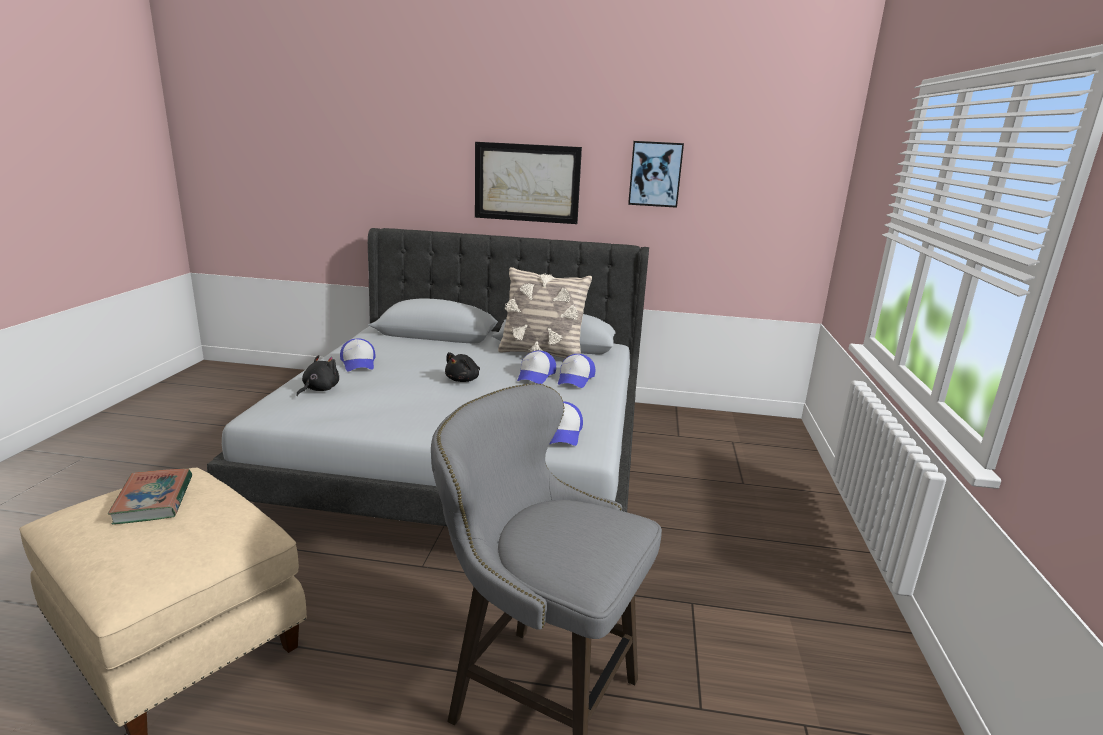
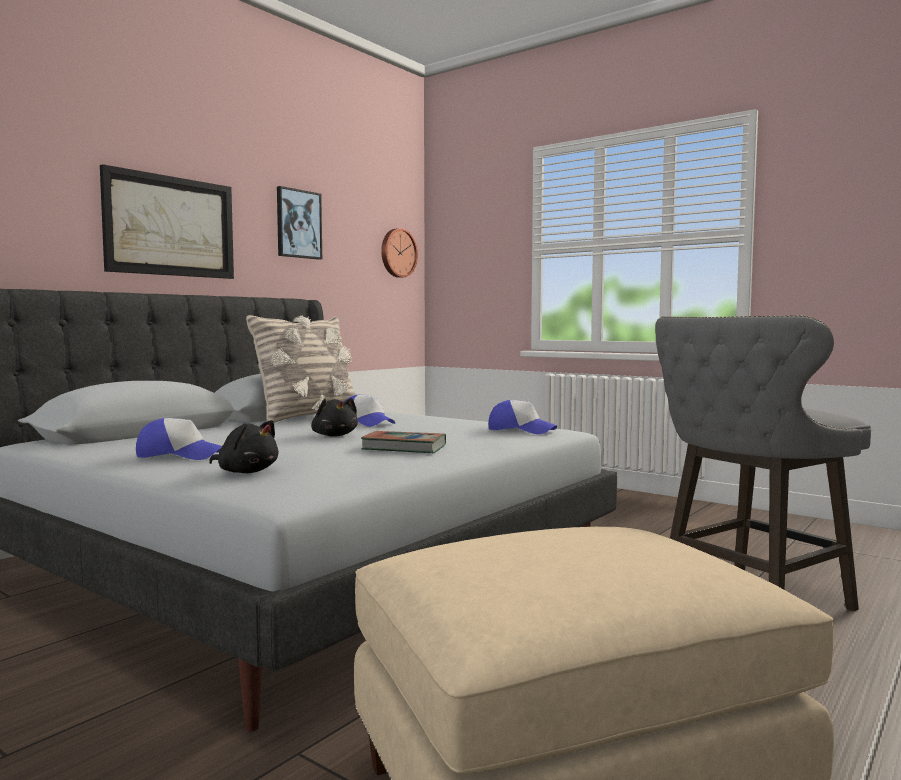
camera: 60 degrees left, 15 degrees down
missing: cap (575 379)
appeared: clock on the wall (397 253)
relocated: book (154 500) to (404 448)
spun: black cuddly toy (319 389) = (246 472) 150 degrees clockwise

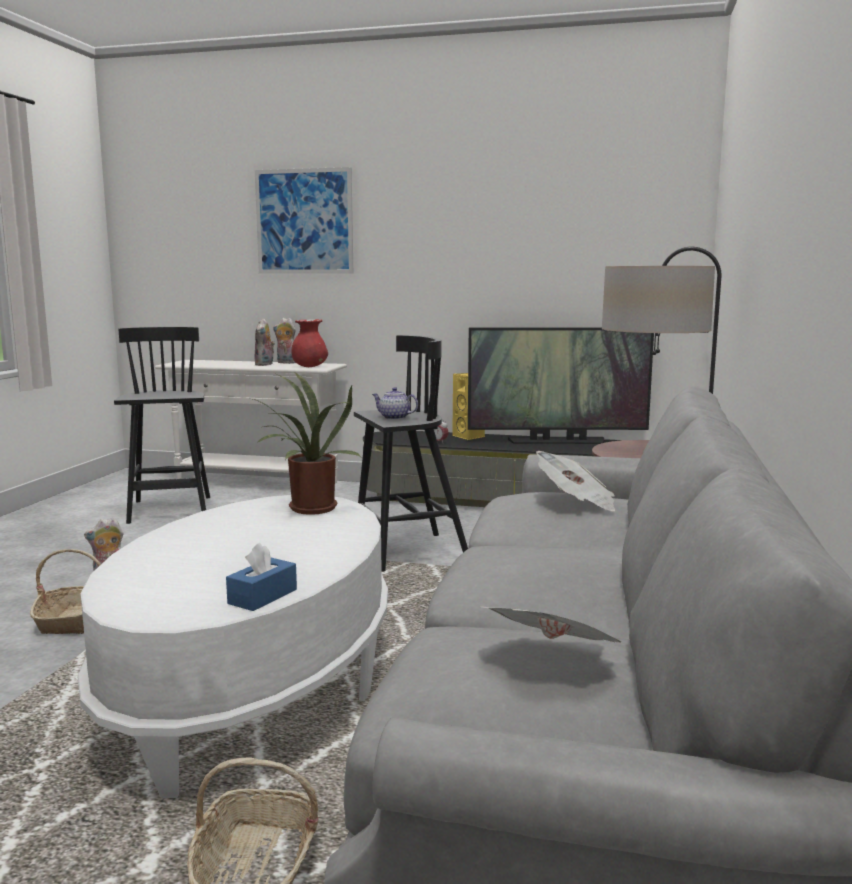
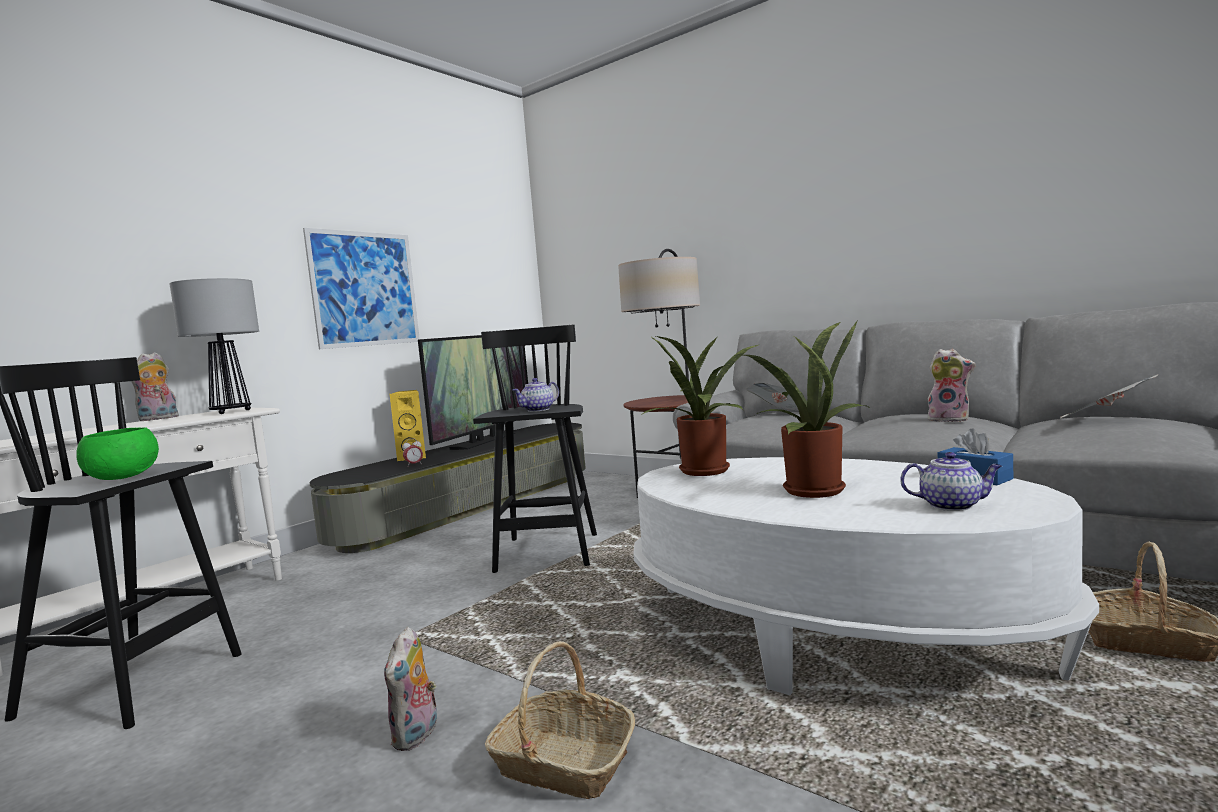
camera: 65 degrees left, 5 degrees down
appeared: green-coloured bowl (121 477); plant in a pot (809 489); teapot (952 505)
relocated: wall picture (304 221) to (365 289); cuddly toy (265 364) to (949 419)
exchanged: red-coloured vase (309 367) to tabletop lamp (231 412)

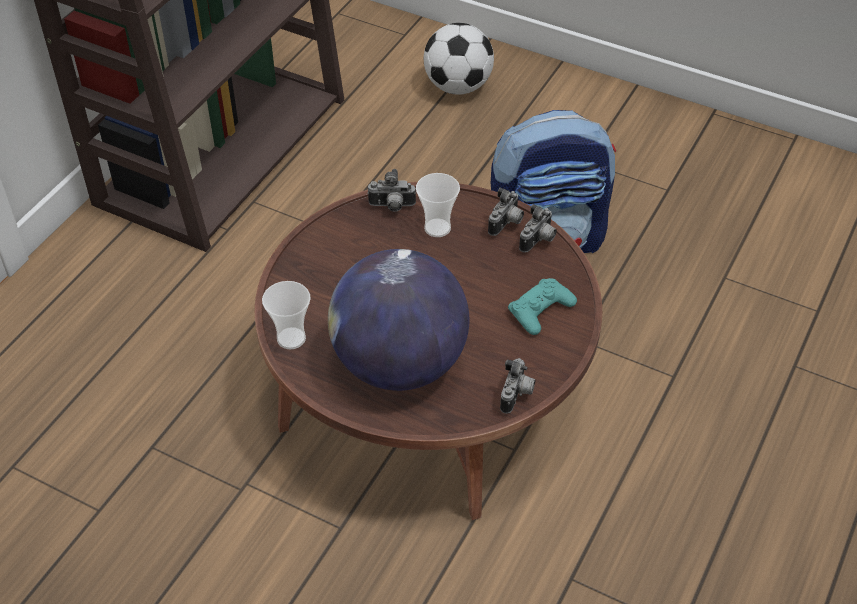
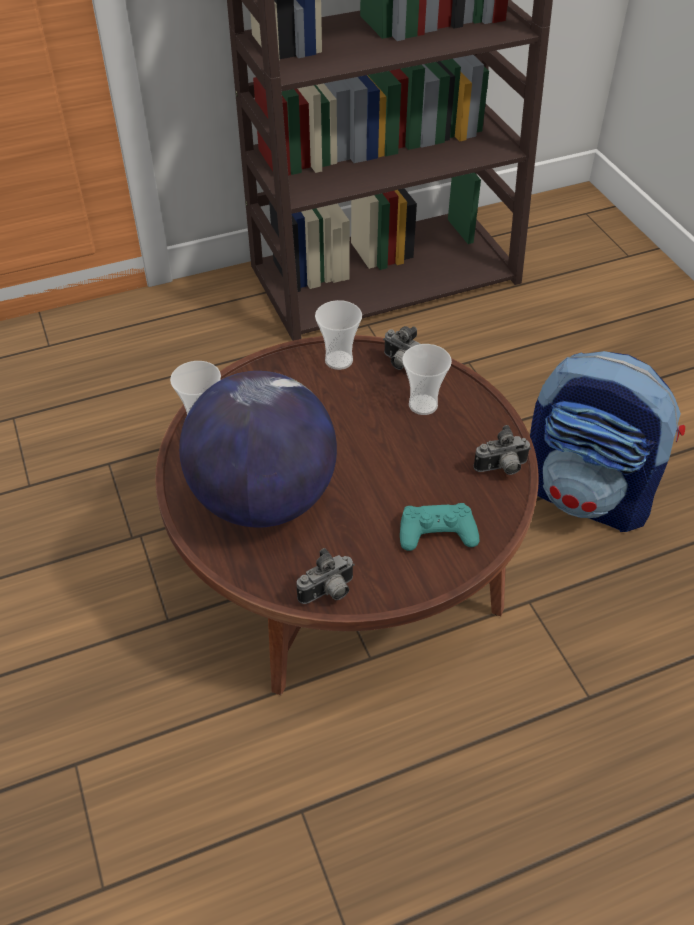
camera: 40 degrees right, 0 degrees up
missing: football (458 86); still camera (507 224)
appeared: drinking cup (339 360)

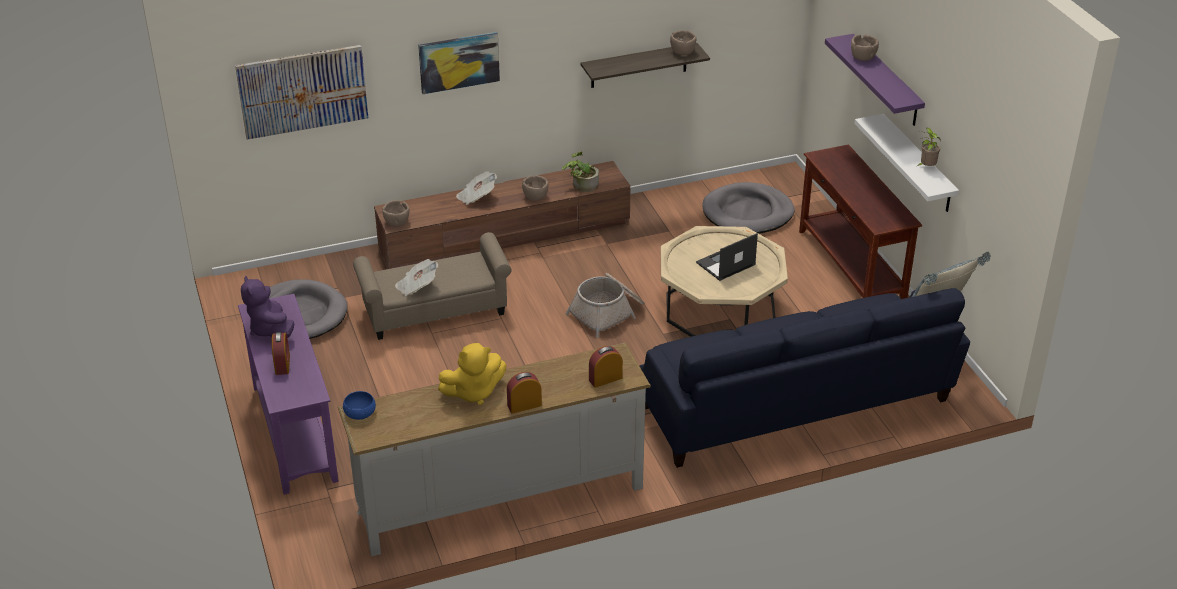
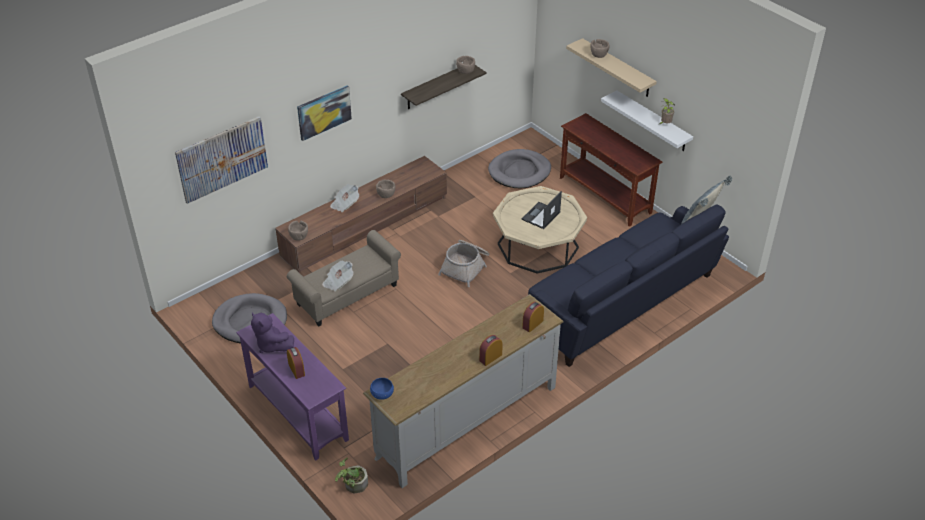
camera: 20 degrees left, 5 degrees up
missing: yellowish cuddly toy (473 392)
relocated: plant in a pot (582 185) to (353 484)
colour: purple bracket shelf (886 81) to beige-coloured bracket shelf (617 68)

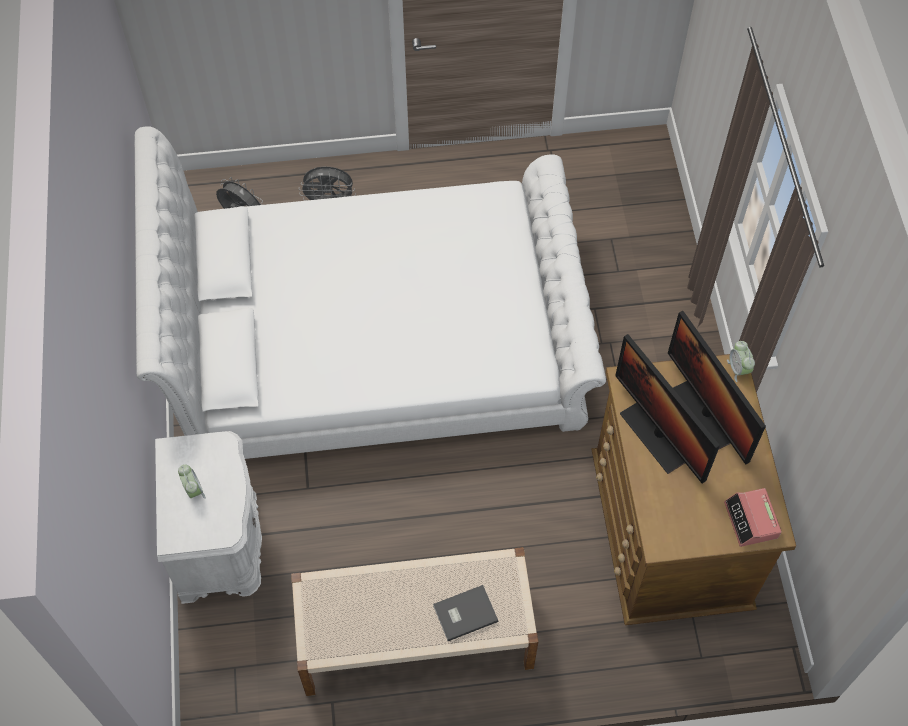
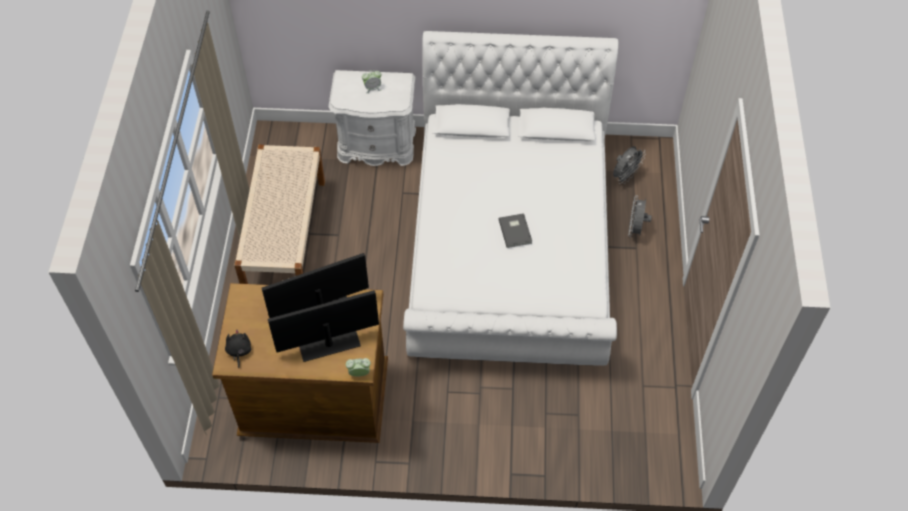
camera: 100 degrees right, 5 degrees down
relocated: gray book (464 613) to (516 230)
exchanged: alarm clock (751 520) to black cuddly toy (239 351)

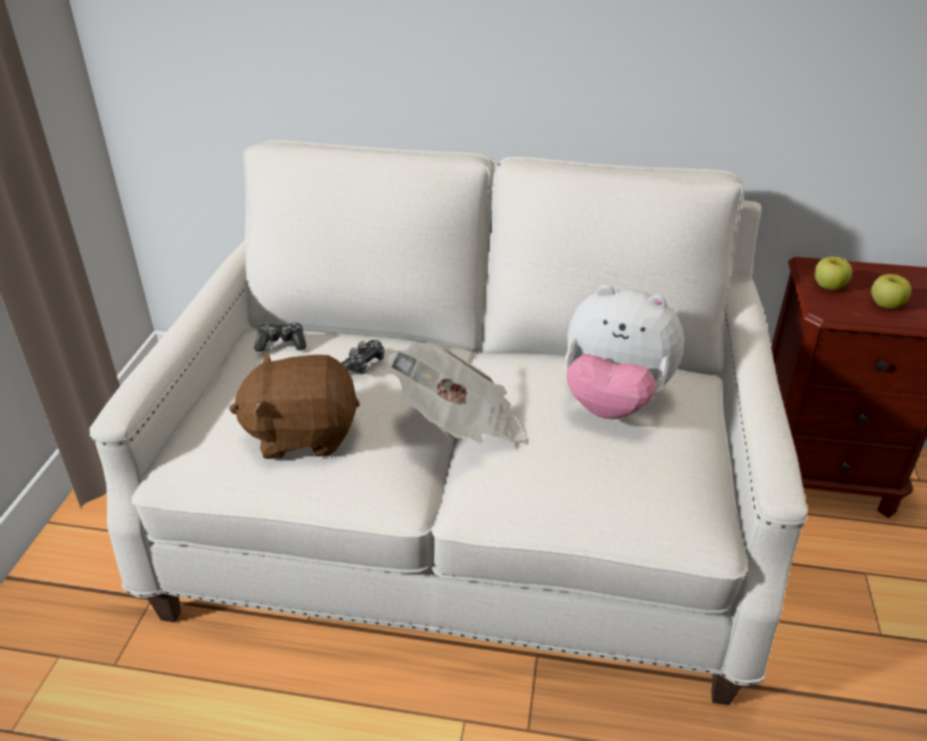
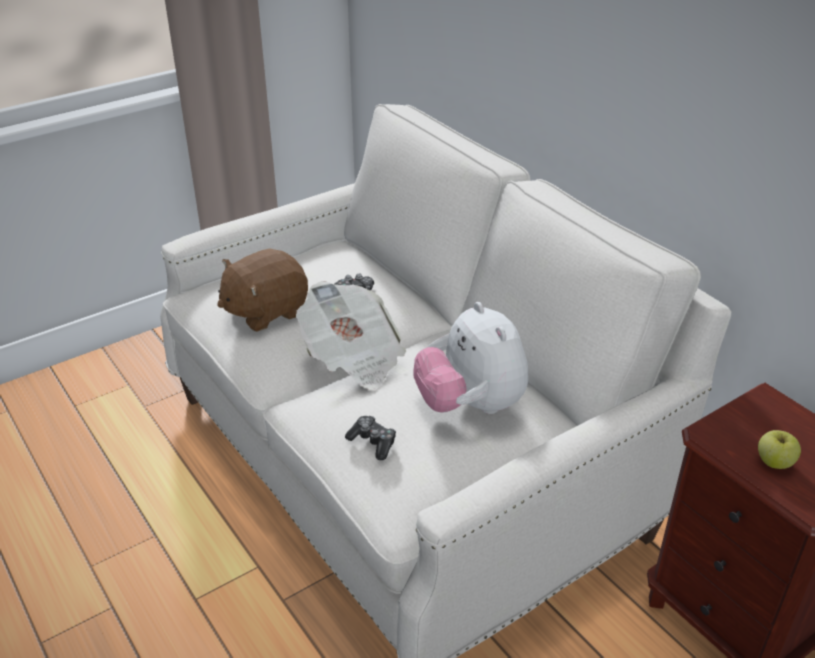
camera: 45 degrees right, 0 degrees up
missing: apple fruit (828 286)
relocated: joypad (281 343) to (373 442)
spun: brown-coloured cuddly toy (302 433) = (265 311) 75 degrees counterclockwise

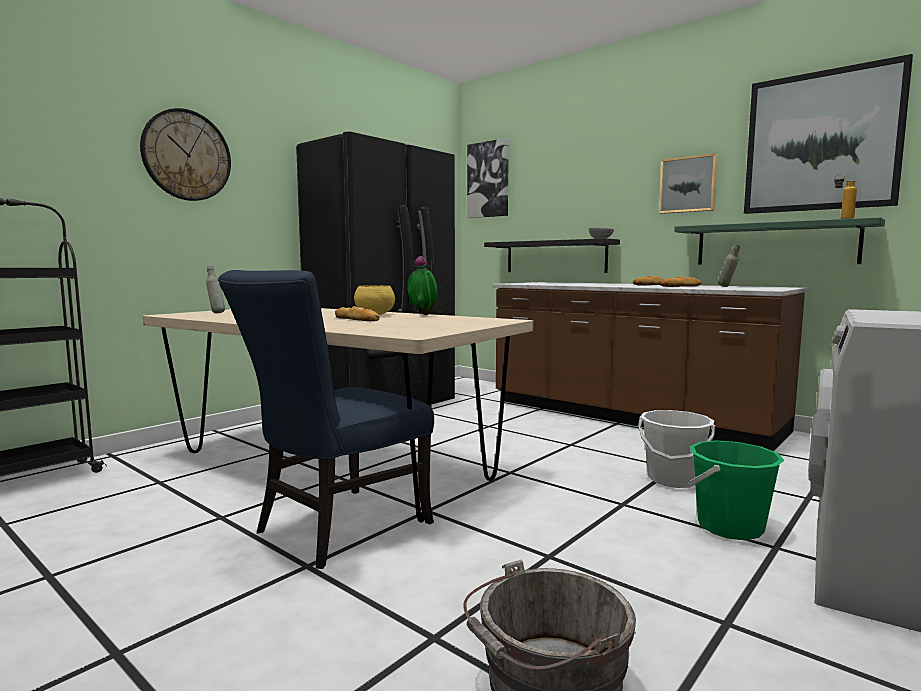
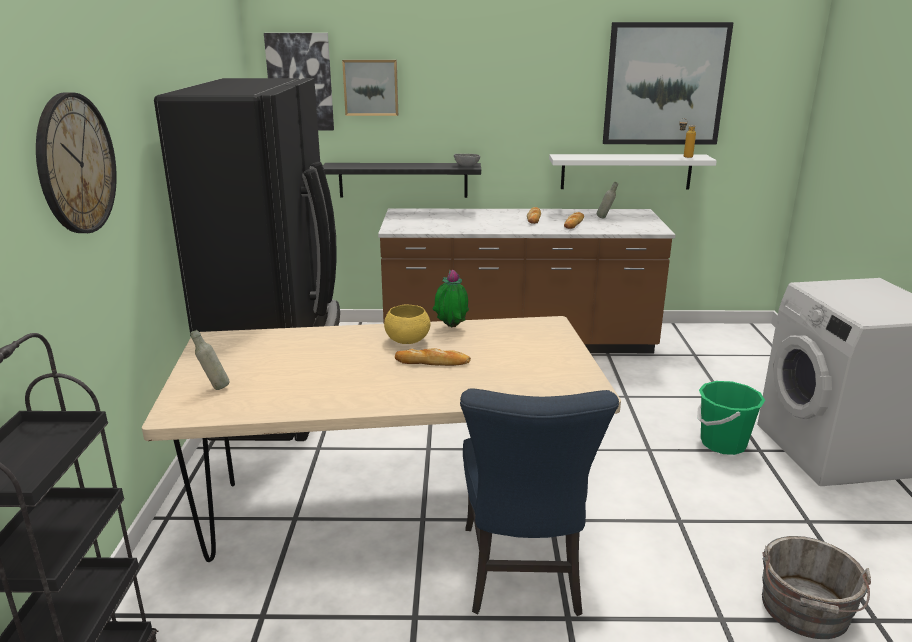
camera: 40 degrees left, 15 degrees up
missing: whitish bucket (673 479)
relocated: wall picture (688 184) to (371 87)
colour: green-coloured bracket shelf (774 244) to whitish bracket shelf (626 171)

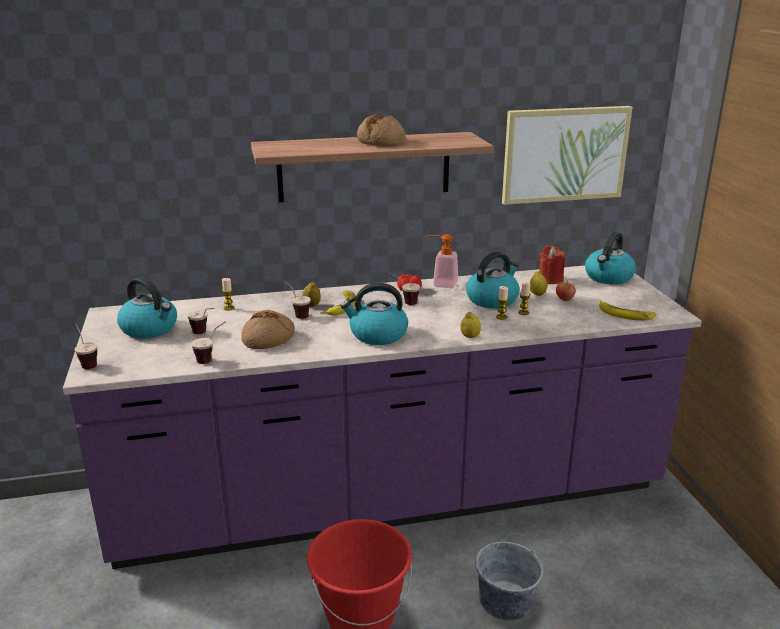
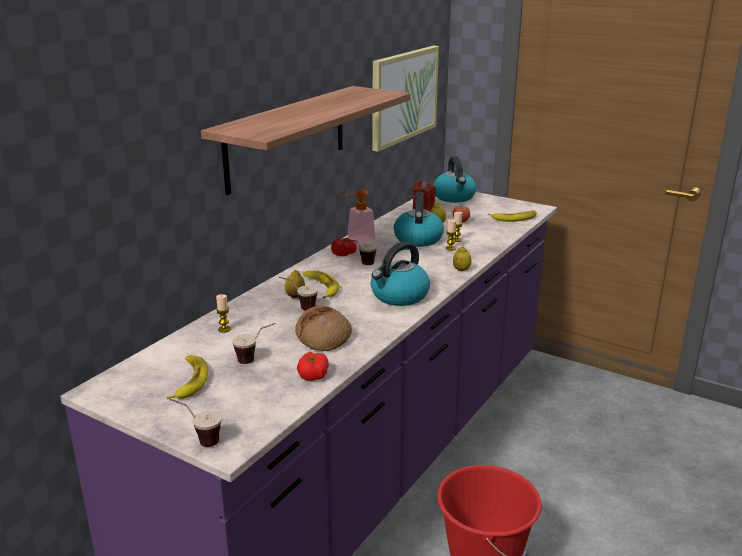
camera: 45 degrees left, 0 degrees up
missing: bakery bread (381 141); gray bucket (505 601)
exchanged: kettle (150 329) to banana fruit (189 381); drinking cup (212 358) to tomato (313 374)

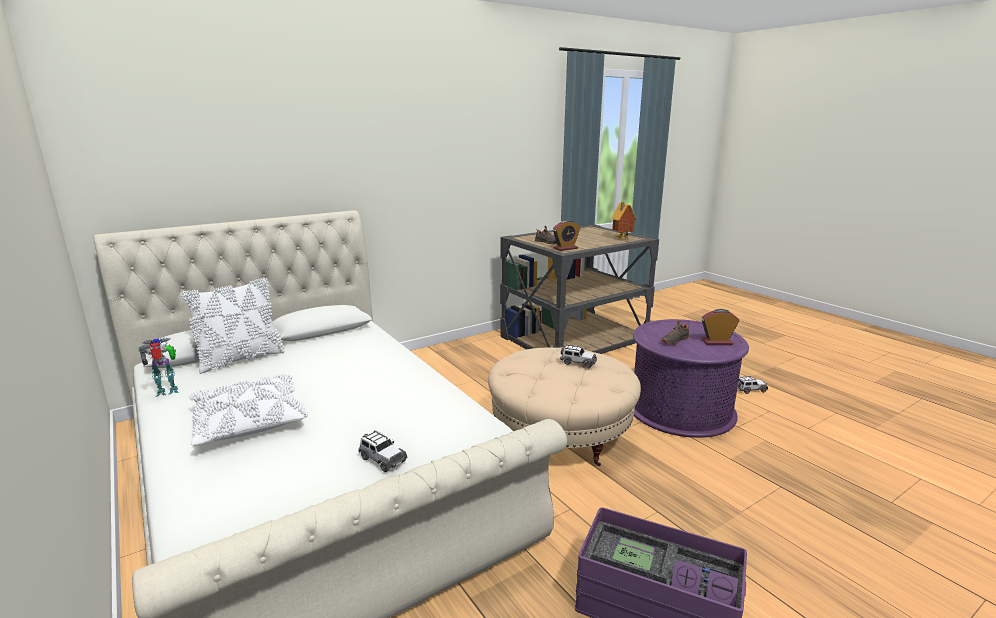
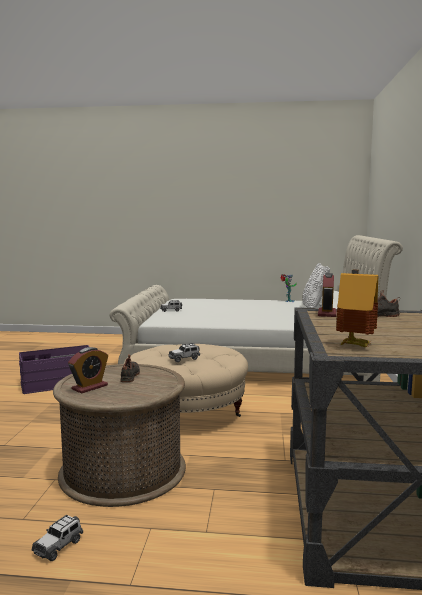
camera: 130 degrees right, 10 degrees down
missing: whitish throw pillow (249 420)
colour: purple coffee table (680 409) to brown-coloured coffee table (123 470)

